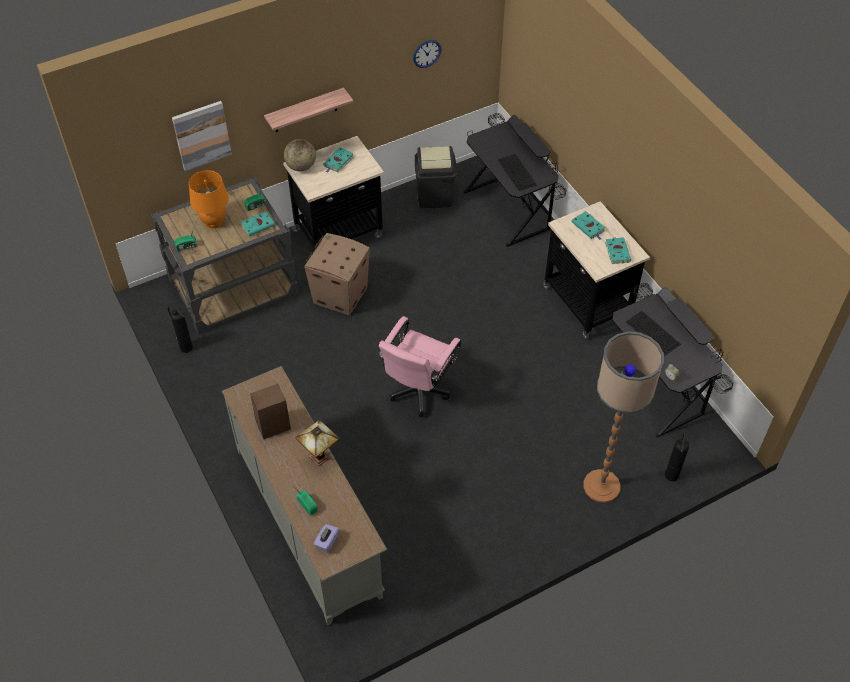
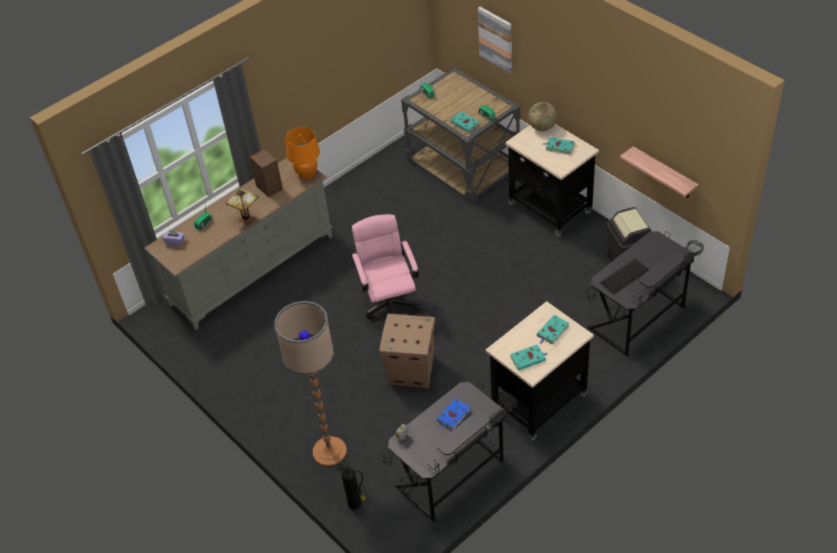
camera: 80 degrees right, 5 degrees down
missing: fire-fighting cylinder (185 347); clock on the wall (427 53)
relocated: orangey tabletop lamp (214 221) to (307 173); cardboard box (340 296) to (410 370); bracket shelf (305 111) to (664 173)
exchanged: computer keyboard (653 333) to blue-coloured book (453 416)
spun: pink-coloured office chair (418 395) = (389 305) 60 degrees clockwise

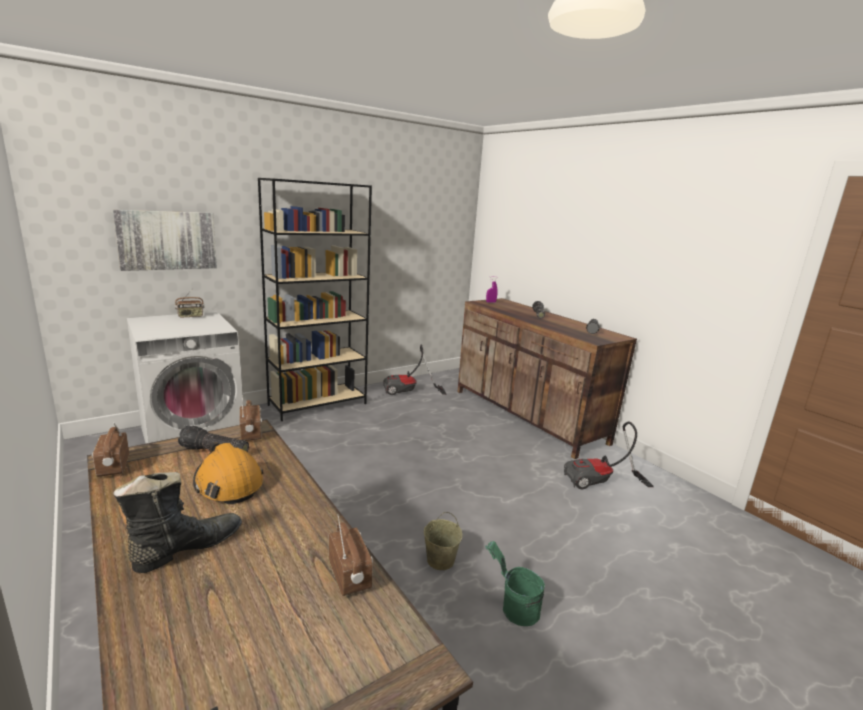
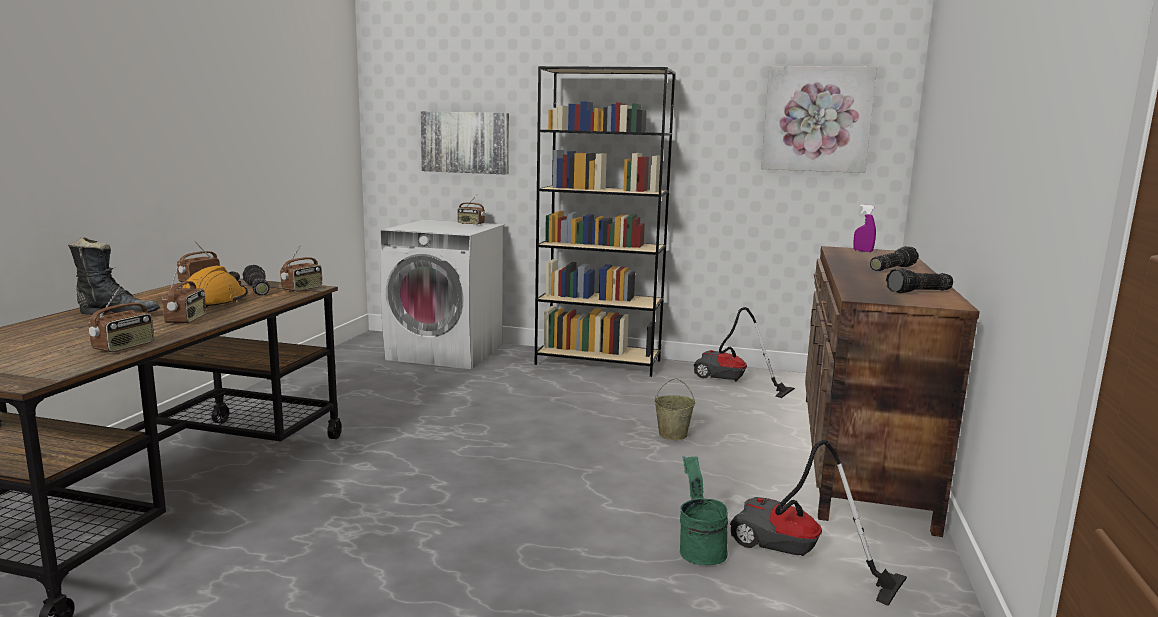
camera: 50 degrees right, 5 degrees down
appeared: radio receiver (187 320); wall picture (816 119)
relocated: beige-coloured bucket (440 560) to (673 434); green-coloured bucket (514 608) to (699 549)

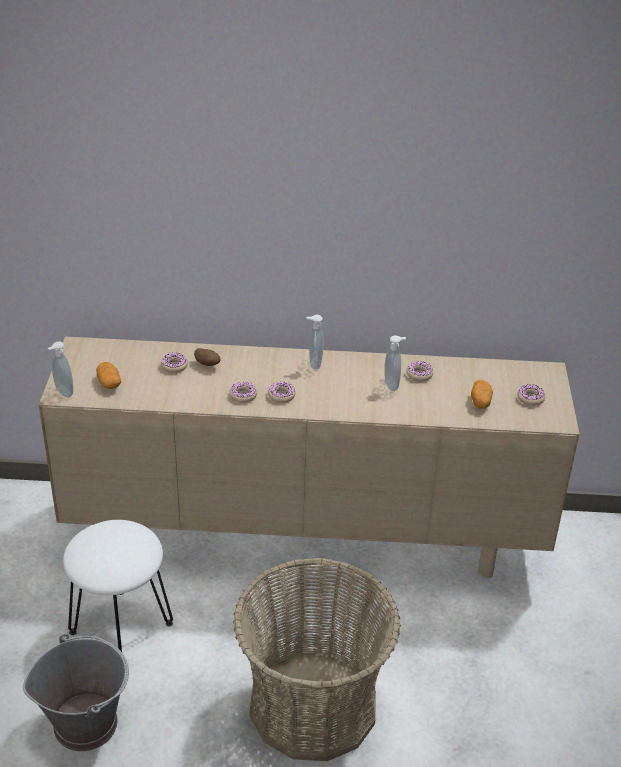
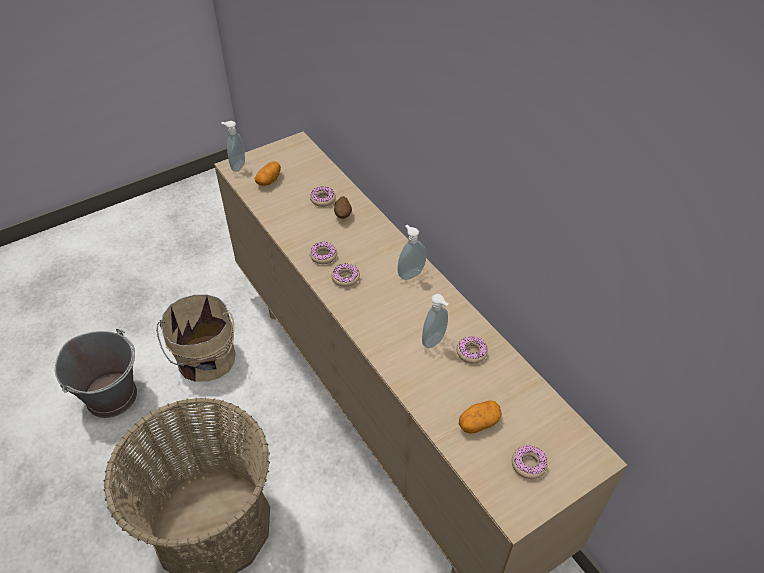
camera: 55 degrees right, 10 degrees up
exchanged: whitish stool seat (121 628) to beige-coloured bucket (206 360)

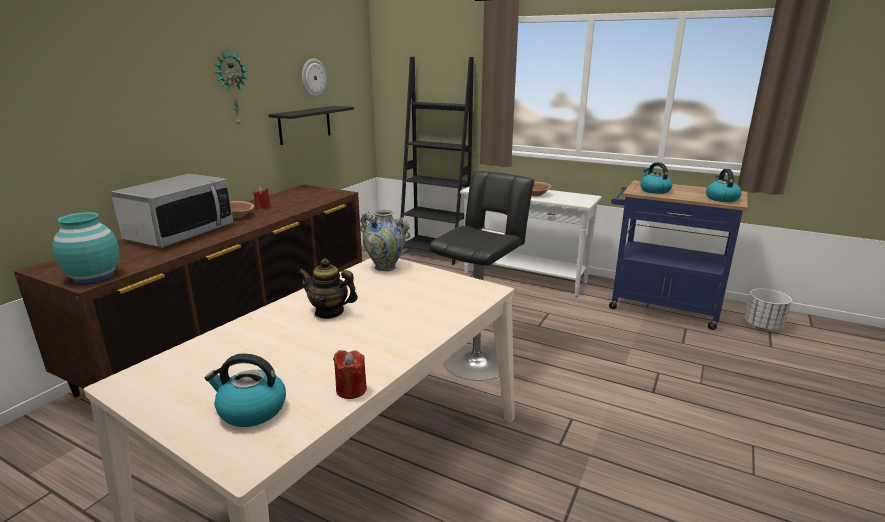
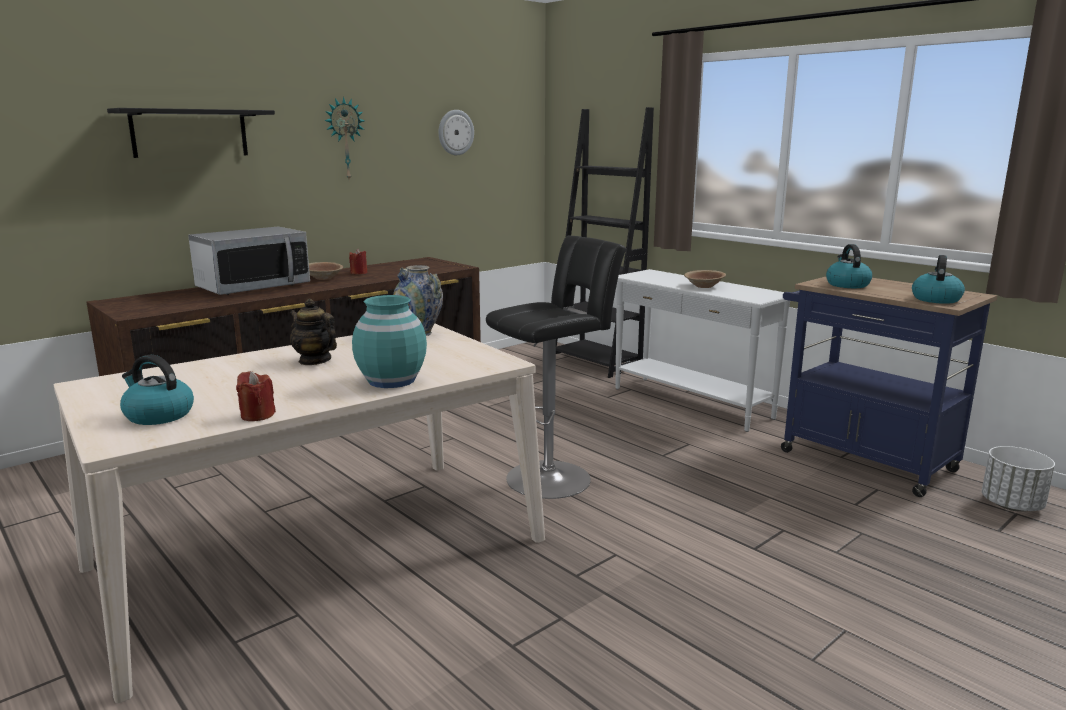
camera: 20 degrees right, 5 degrees down
relocated: black bracket shelf (305 124) to (190 133); blue-green vase (93 276) to (391 380)

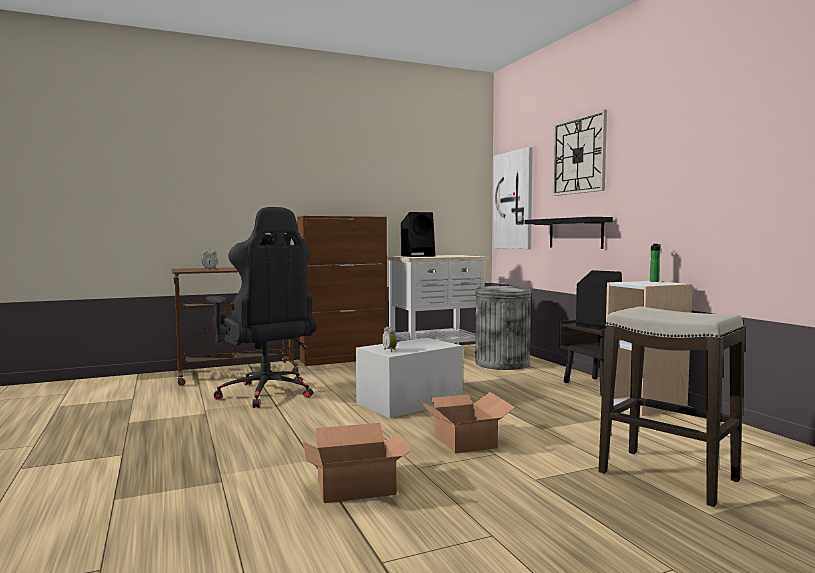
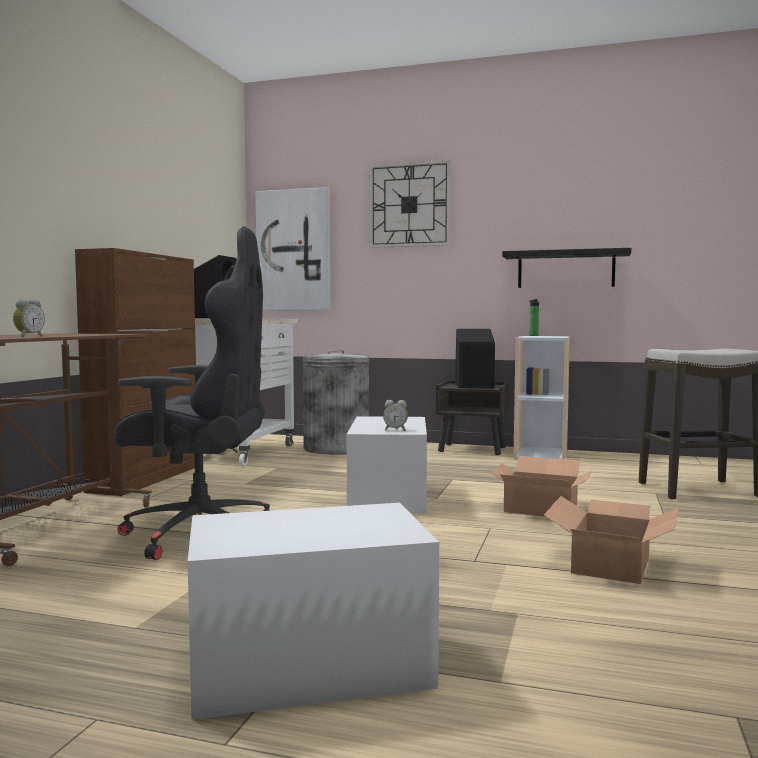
camera: 50 degrees left, 0 degrees up
appeared: whitish storage box (308 666)
relocated: black bracket shelf (575 233) to (565 269)

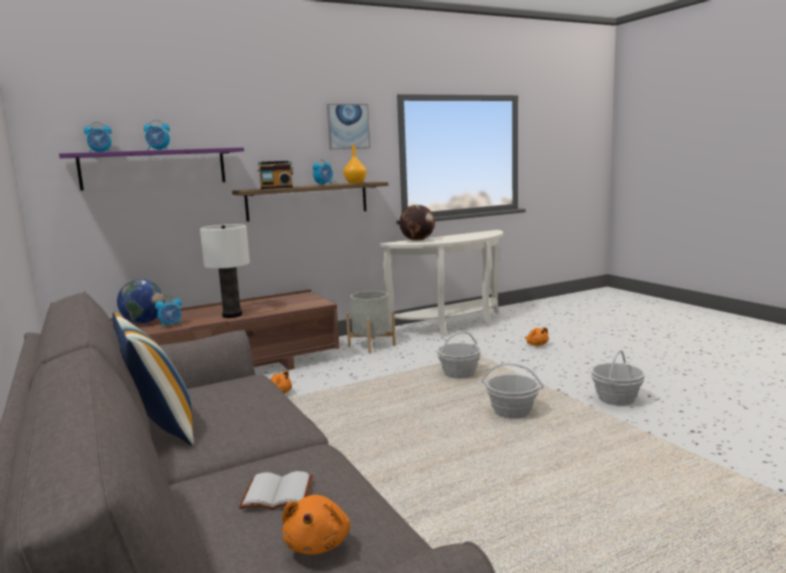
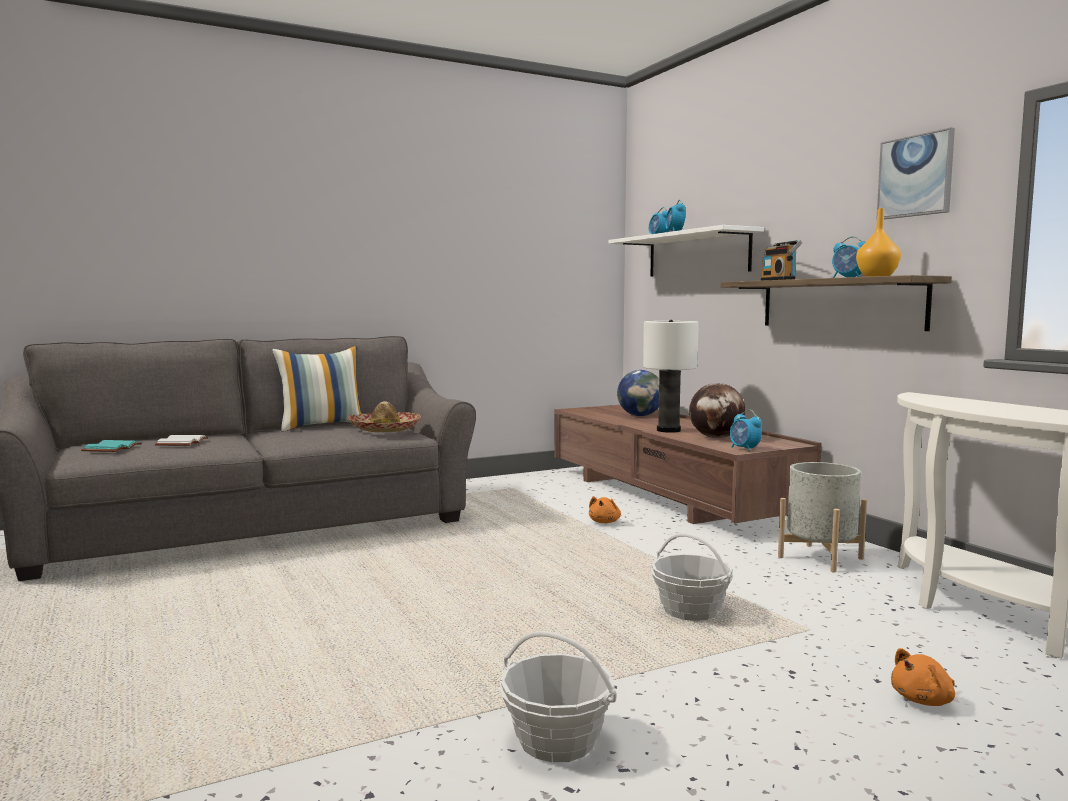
camera: 90 degrees right, 5 degrees down
missing: household basket (512 412)
appeared: wearable hat (384 429)
relocated: world globe (417 240) to (716 438); alarm clock (171 325) to (744 449)
exchanged: orangey cuddly toy (318 543) to blue-green book (113 449)
colour: purple bracket shelf (154 168) to whitish bracket shelf (697 254)

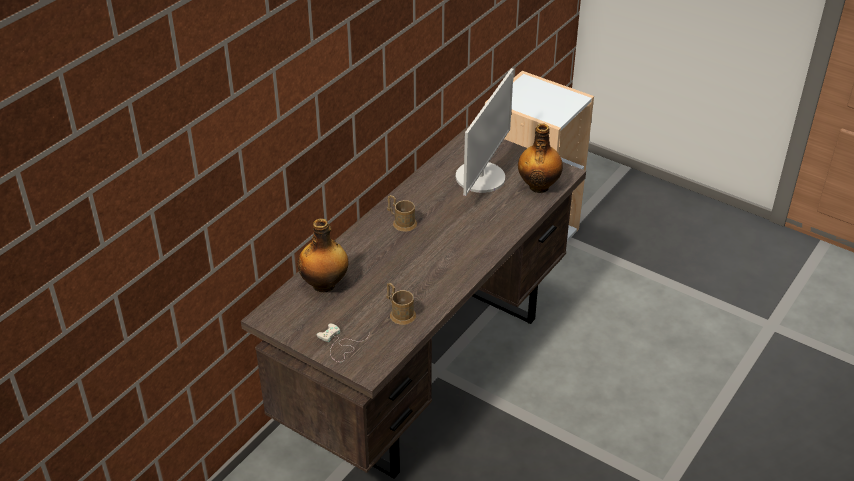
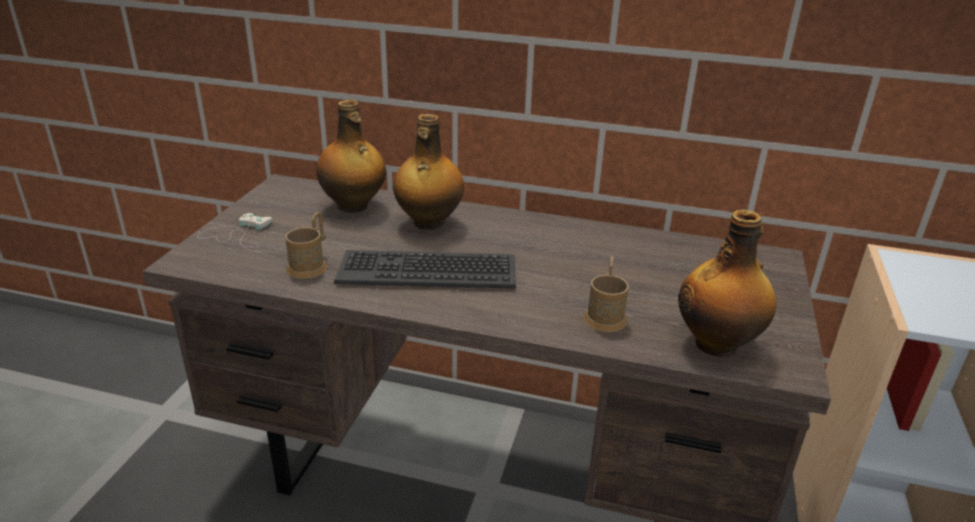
camera: 70 degrees right, 10 degrees down
missing: computer screen (481 177)
appeared: computer keyboard (427 270); bottle (428 223)
relocated: brown-coloured tea mug (401 222) to (605 314)

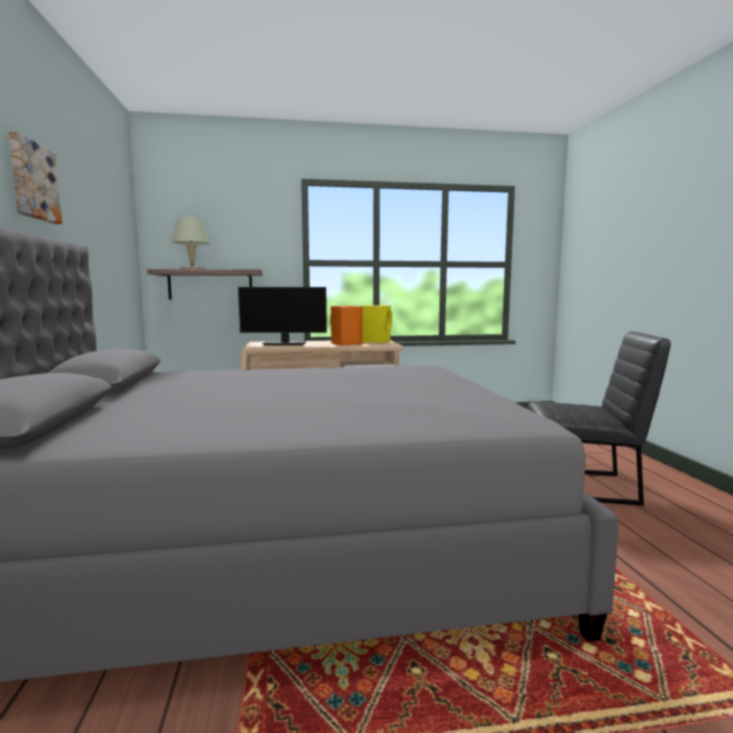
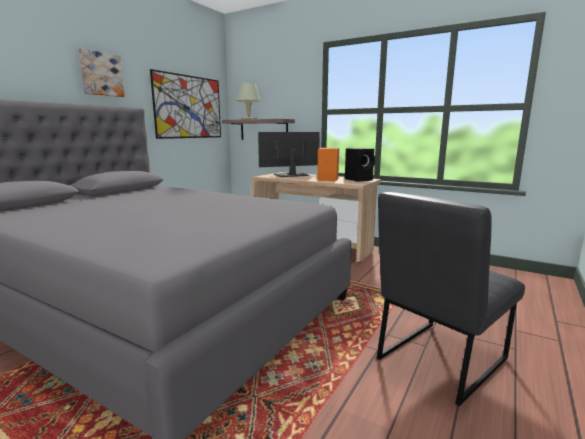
camera: 40 degrees right, 5 degrees up
appeared: wall picture (189 107)
colour: yellowish speaker (376 341) to black speaker (359 180)
spun: computer screen (285 343) = (291 175) 120 degrees clockwise; gray plain chair (584 486) = (439 359) 90 degrees clockwise

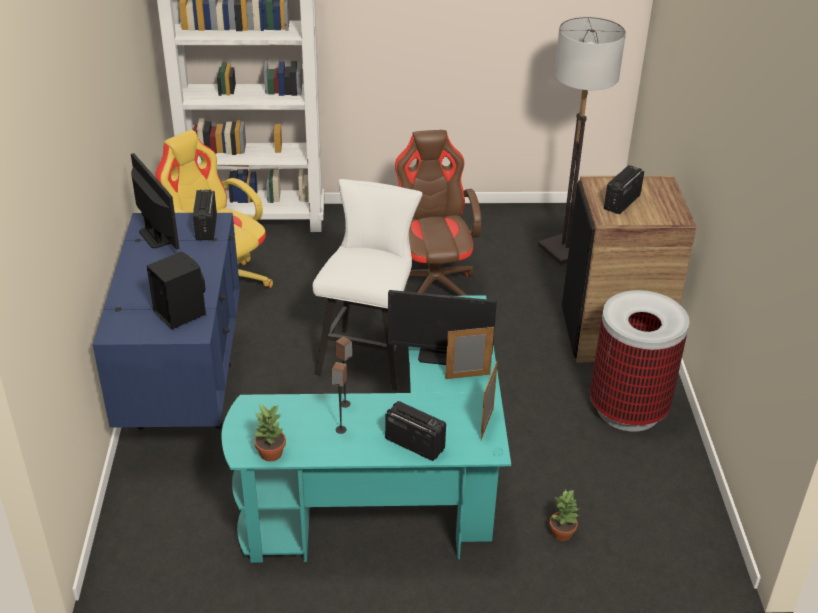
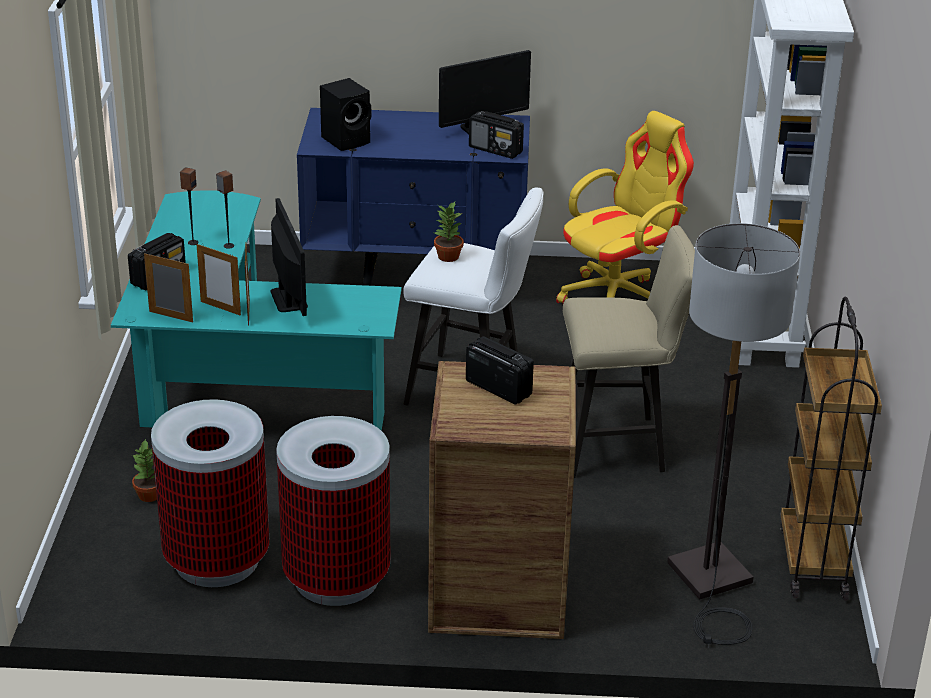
camera: 95 degrees right, 5 degrees down
appeared: rubbish bin (216 560); photo frame (220 308); brown-coloured trolley (814 563)
relocated: plant in a pot (271 454) to (447 257)
exchanged: brown-coloured office chair (432 283) to beige-coloured stool seat (619 445)
spun: computer screen (440 355) = (288 299) 150 degrees clockwise; radio receiver (206 228) = (496 150) 150 degrees counterclockwise

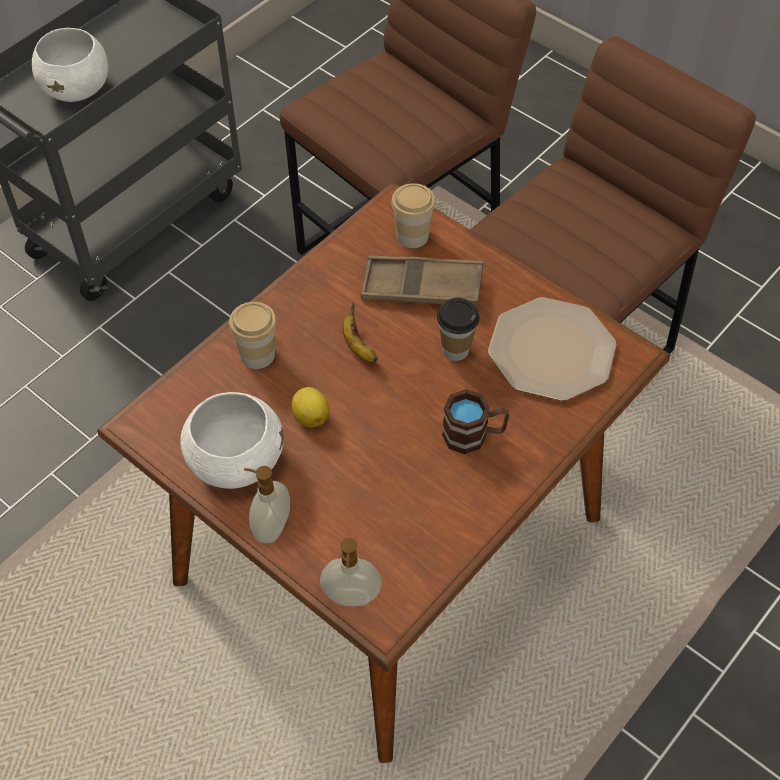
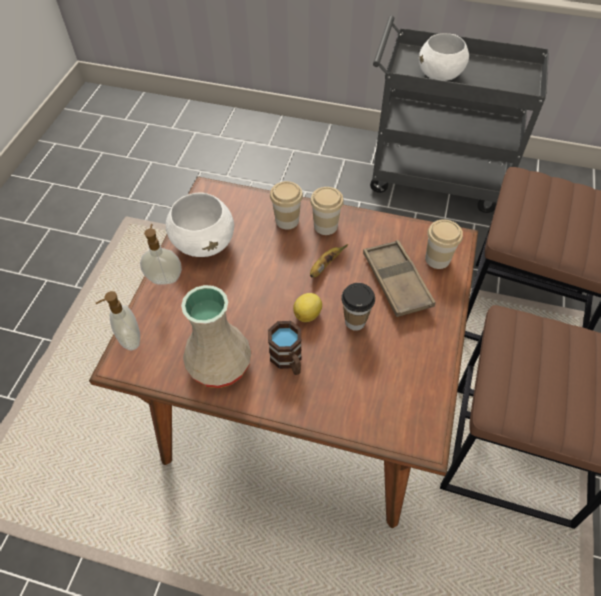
camera: 65 degrees right, 0 degrees up
missing: dinner plate (552 350)
appeared: beige-coloured vase (220 365); drinking cup (325 226)
relocated: whole lemon (310 416) to (308 314)

